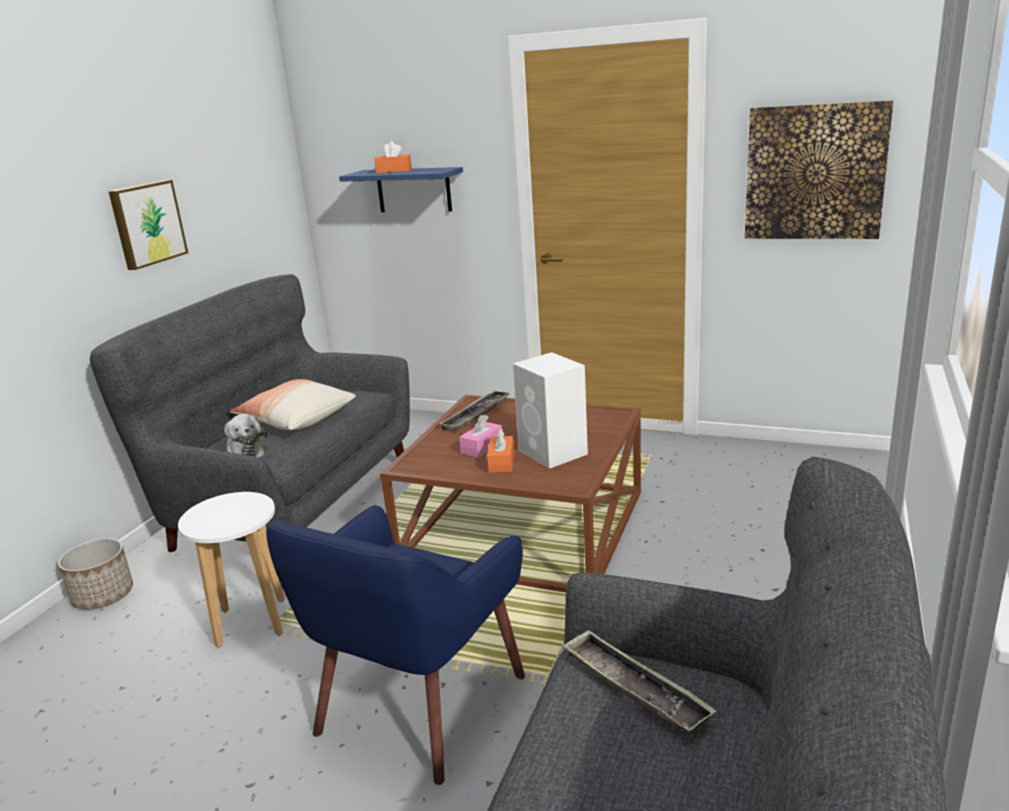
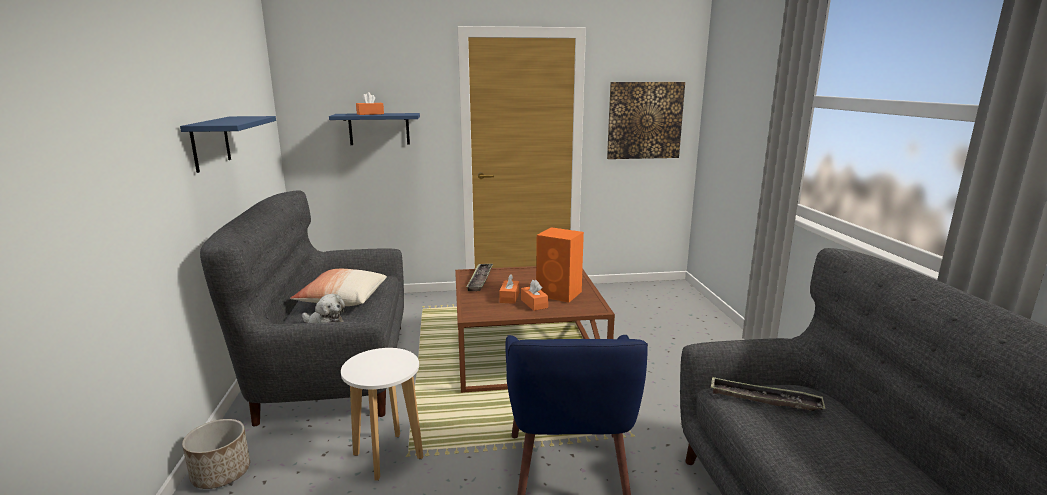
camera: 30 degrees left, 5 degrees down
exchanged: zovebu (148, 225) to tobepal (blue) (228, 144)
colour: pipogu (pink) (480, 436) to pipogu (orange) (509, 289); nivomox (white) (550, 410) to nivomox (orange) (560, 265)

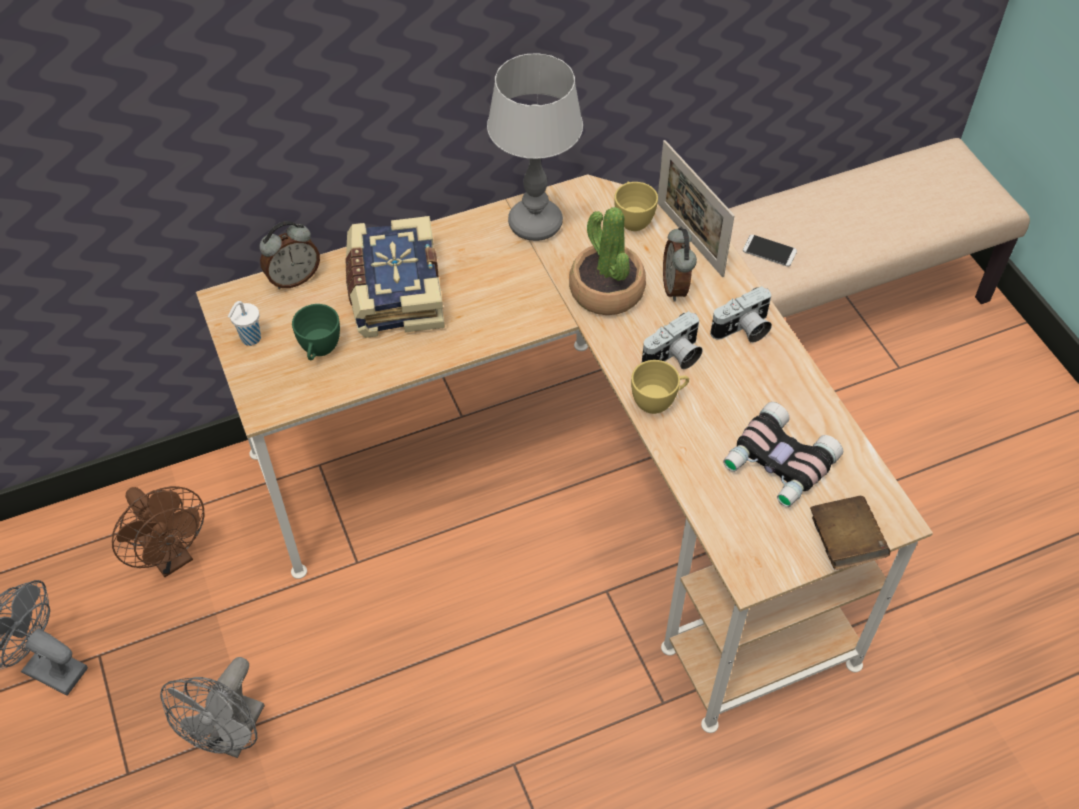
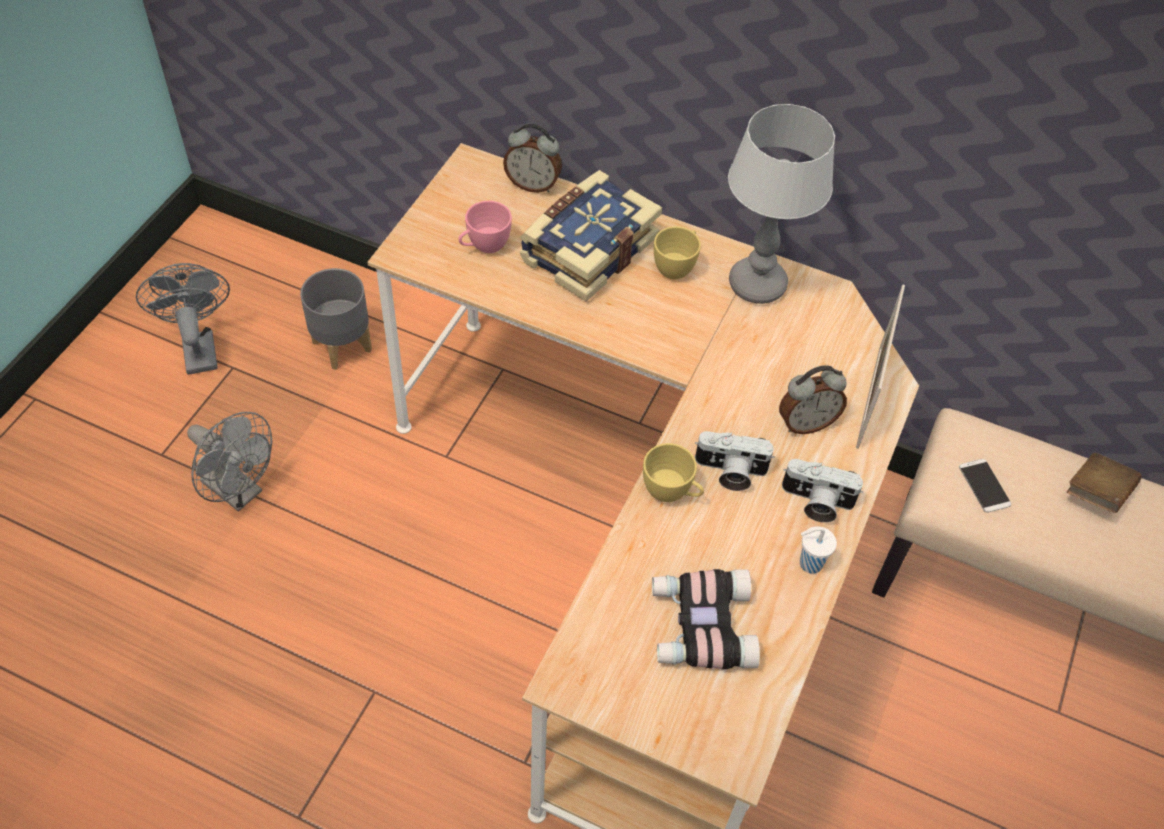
camera: 45 degrees right, 0 degrees up
missing: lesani (607, 261)
relocated: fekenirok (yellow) (636, 206) to (677, 252); fekenirok (white) (244, 323) to (818, 550); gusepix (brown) (850, 533) to (1104, 483)
exchanged: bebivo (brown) (158, 531) to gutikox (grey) (336, 319)
colour: fekenirok (green) (316, 332) to fekenirok (pink) (485, 227)
spun: bebivo (grey) (212, 707) = (229, 462) 120 degrees counterclockwise; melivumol (680, 264) = (813, 399) 150 degrees counterclockwise

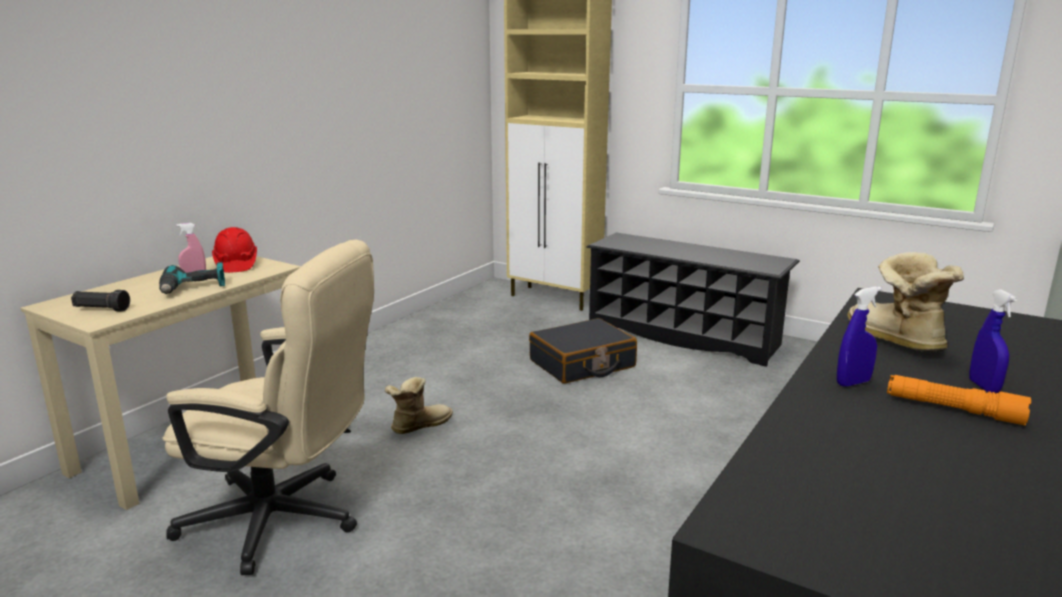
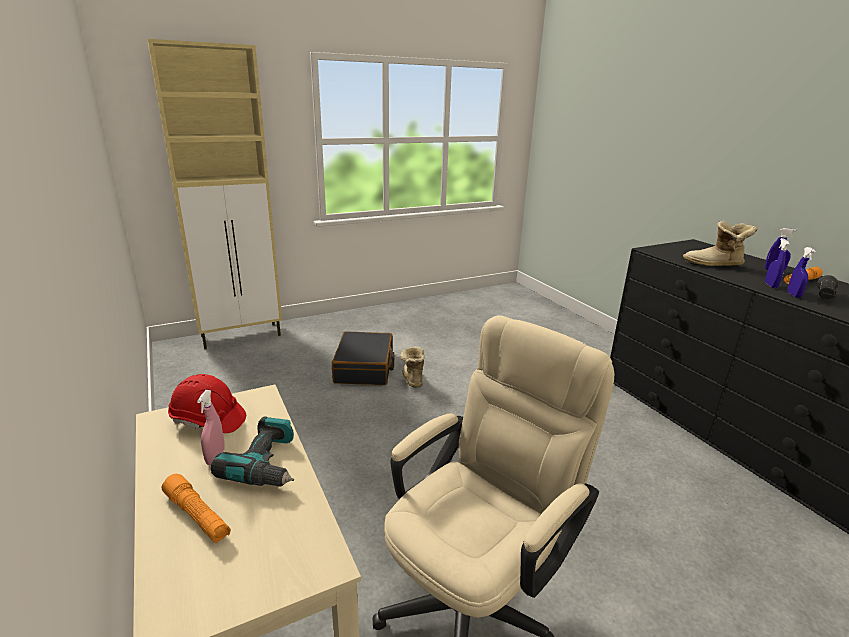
camera: 60 degrees left, 5 degrees up
missing: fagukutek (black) (693, 300)
appeared: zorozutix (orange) (196, 508); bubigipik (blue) (801, 272)
relocated: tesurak (419, 405) to (412, 366); zorozutix (black) (100, 301) to (827, 287)

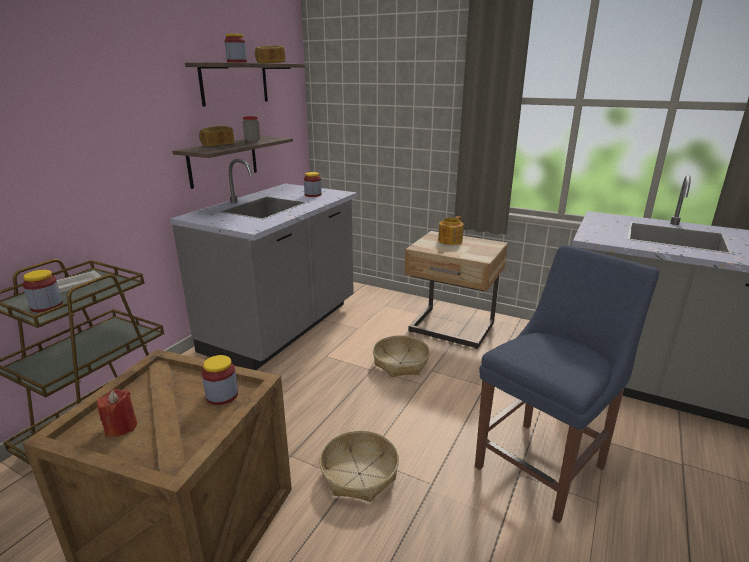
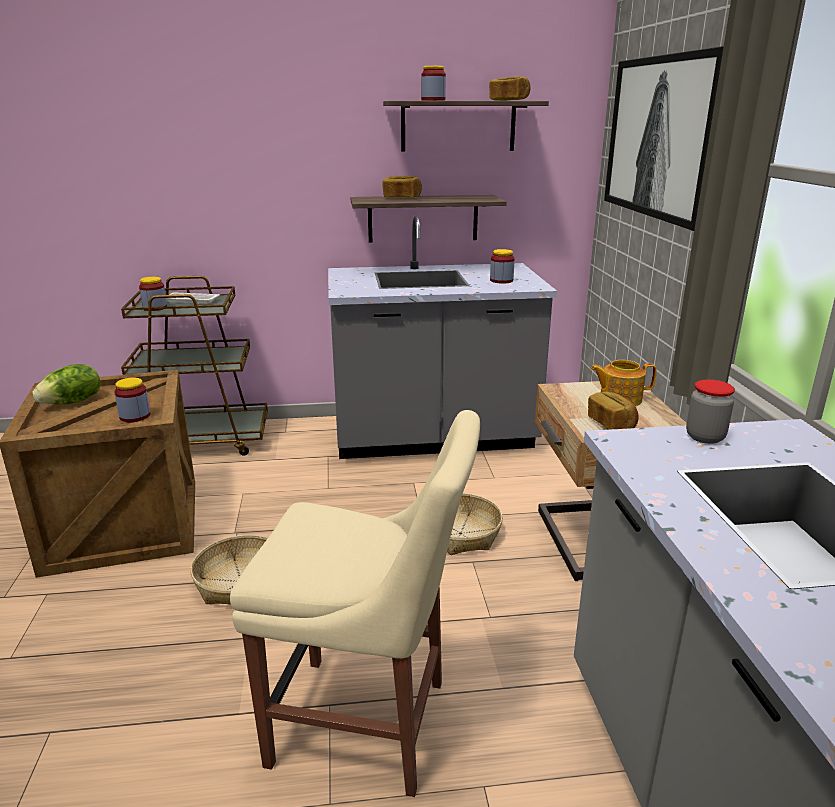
camera: 55 degrees right, 0 degrees up
appeared: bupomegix (613, 410); zovebu (664, 138)
relocated: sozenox (251, 129) to (710, 412)
exchanged: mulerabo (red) (117, 413) to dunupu (67, 384)
colour: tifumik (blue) (567, 384) to tifumik (beige) (355, 603)

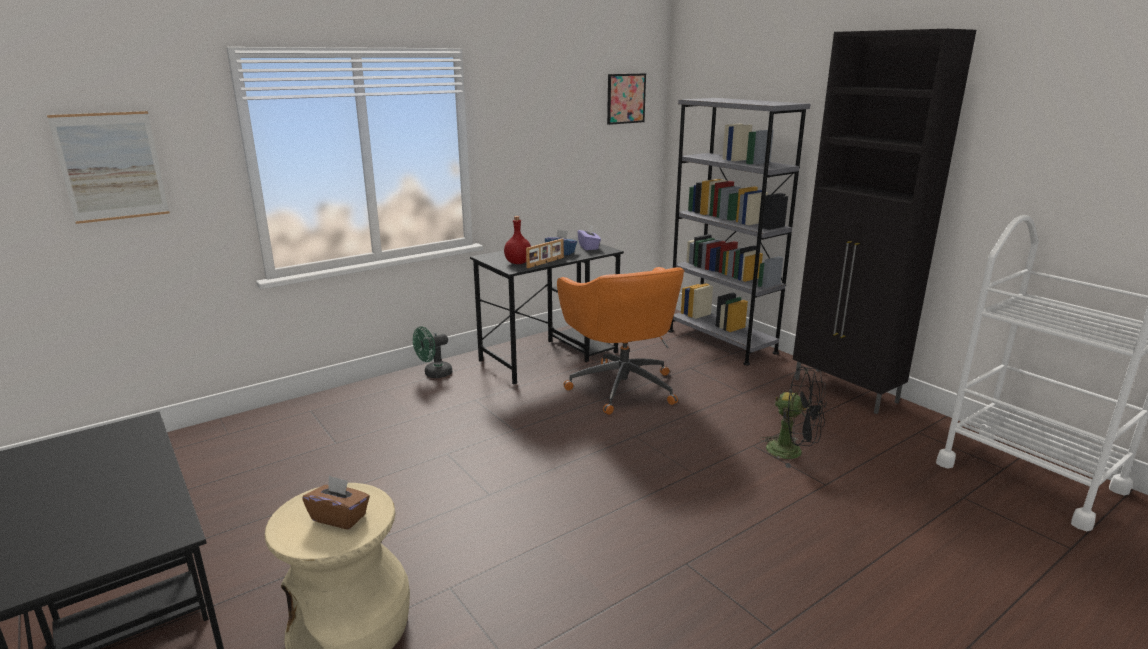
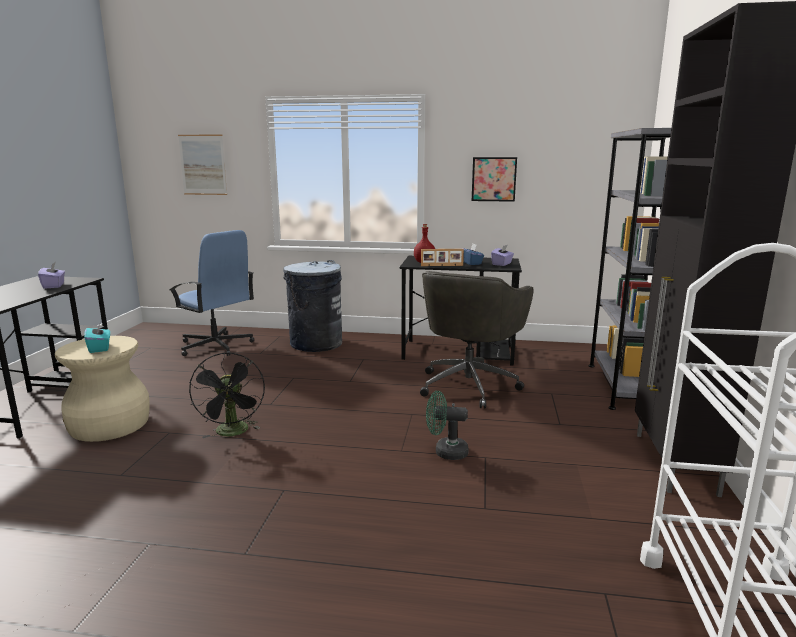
camera: 45 degrees right, 5 degrees down
appeared: pipogu (purple) (51, 276); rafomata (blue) (212, 293); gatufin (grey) (312, 306)
relocated: bebivo (black) (793, 417) to (227, 395); bebivo (green) (432, 352) to (447, 425); zovebu (626, 99) to (494, 179)
colour: pipogu (brown) (336, 502) to pipogu (turquoise) (97, 338); rafomata (orange) (620, 341) to rafomata (grey) (476, 340)

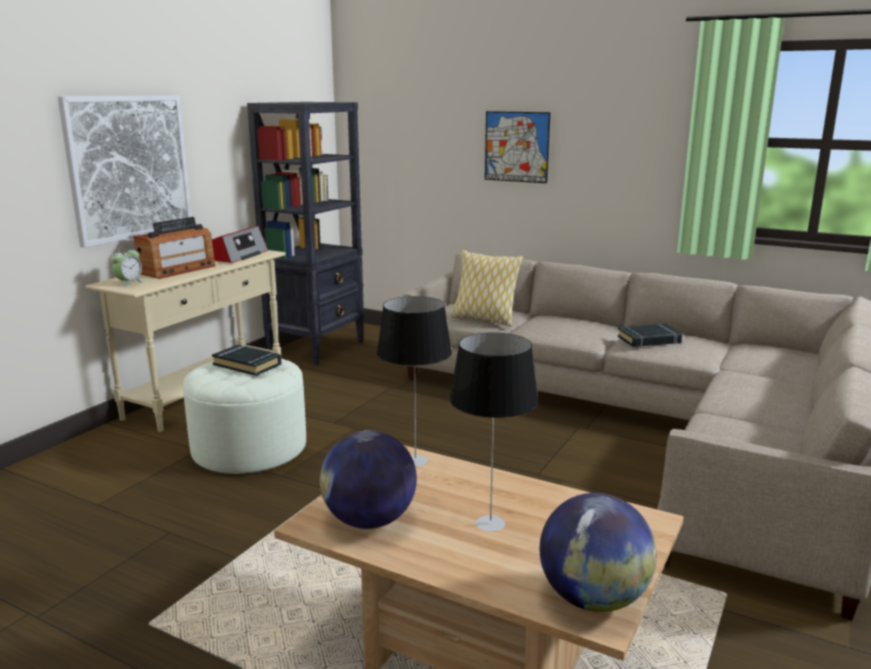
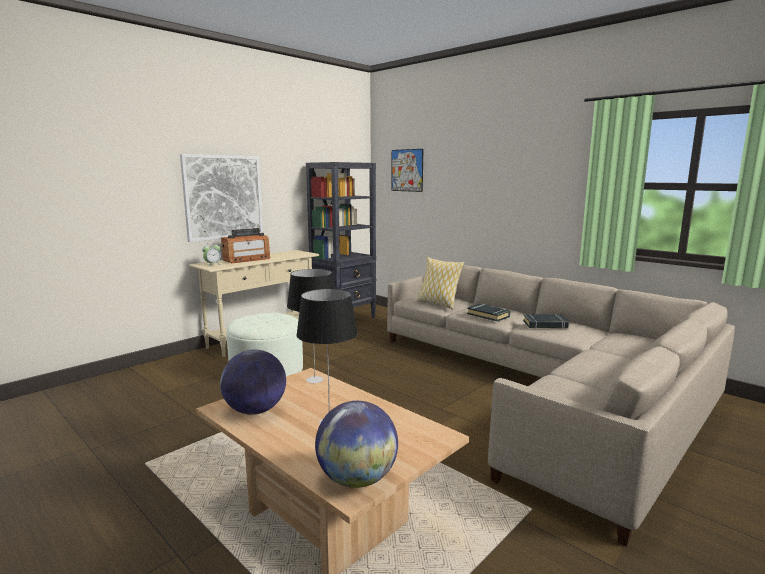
camera: 15 degrees right, 5 degrees down
missing: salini (240, 244)
relocated: zovebu (517, 147) to (407, 170); gusepix (black) (246, 360) to (488, 313)

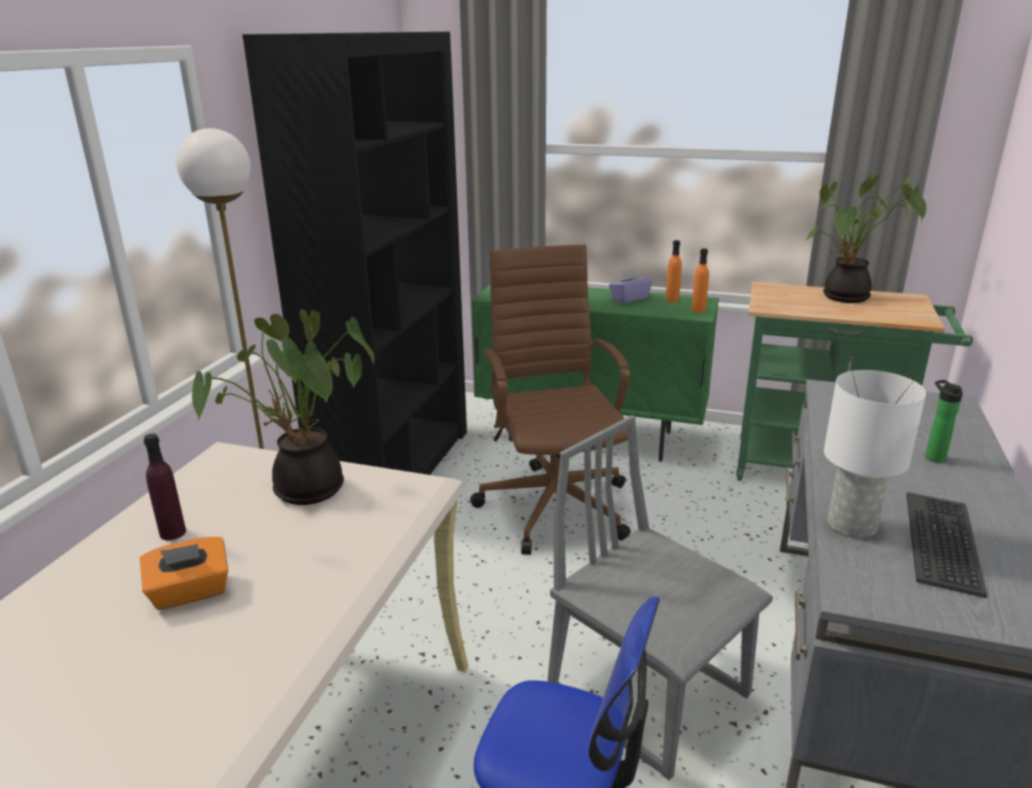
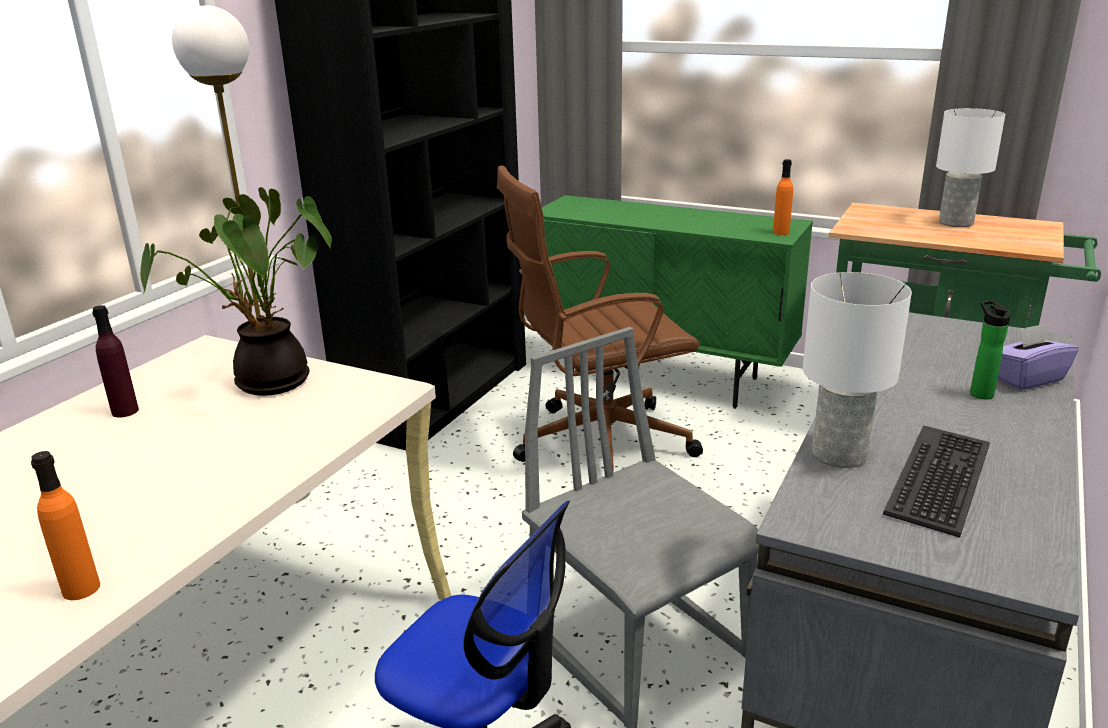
camera: 10 degrees right, 0 degrees up
missing: pipogu (orange) (184, 573)
relocated: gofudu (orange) (673, 271) to (65, 525); pipogu (purple) (631, 286) to (1038, 357)
exchanged: lesani (866, 238) to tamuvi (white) (970, 167)
spun: rafomata (brown) (550, 399) = (600, 317) 105 degrees counterclockwise

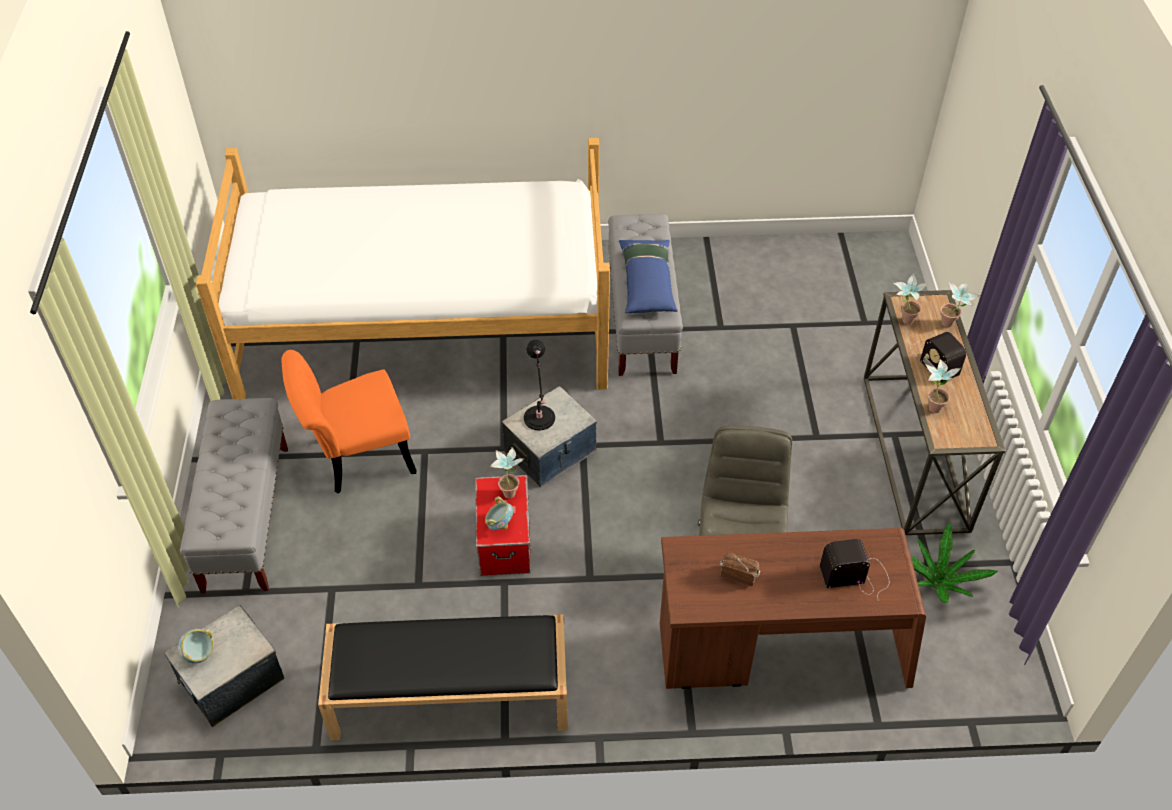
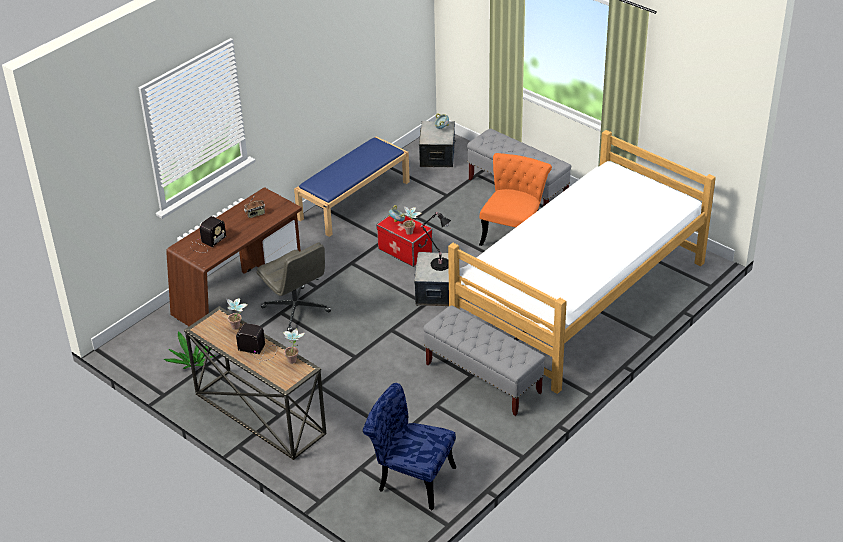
camera: 135 degrees right, 10 degrees down
missing: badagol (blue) (648, 277); lesani (961, 304)
appeared: tifumik (blue) (409, 446)
colour: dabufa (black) (443, 677) to dabufa (blue) (352, 186)

